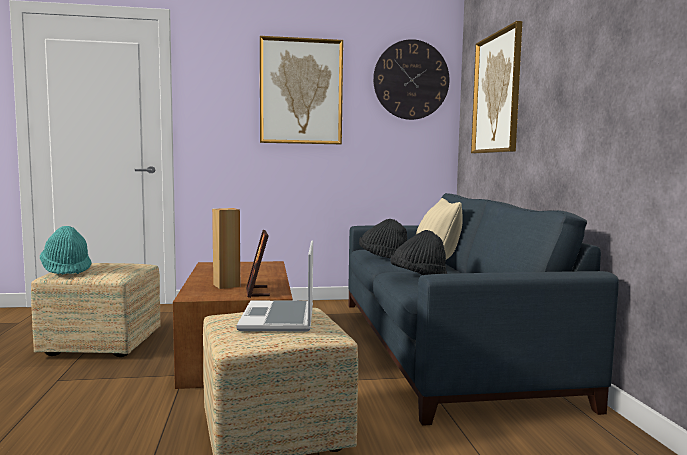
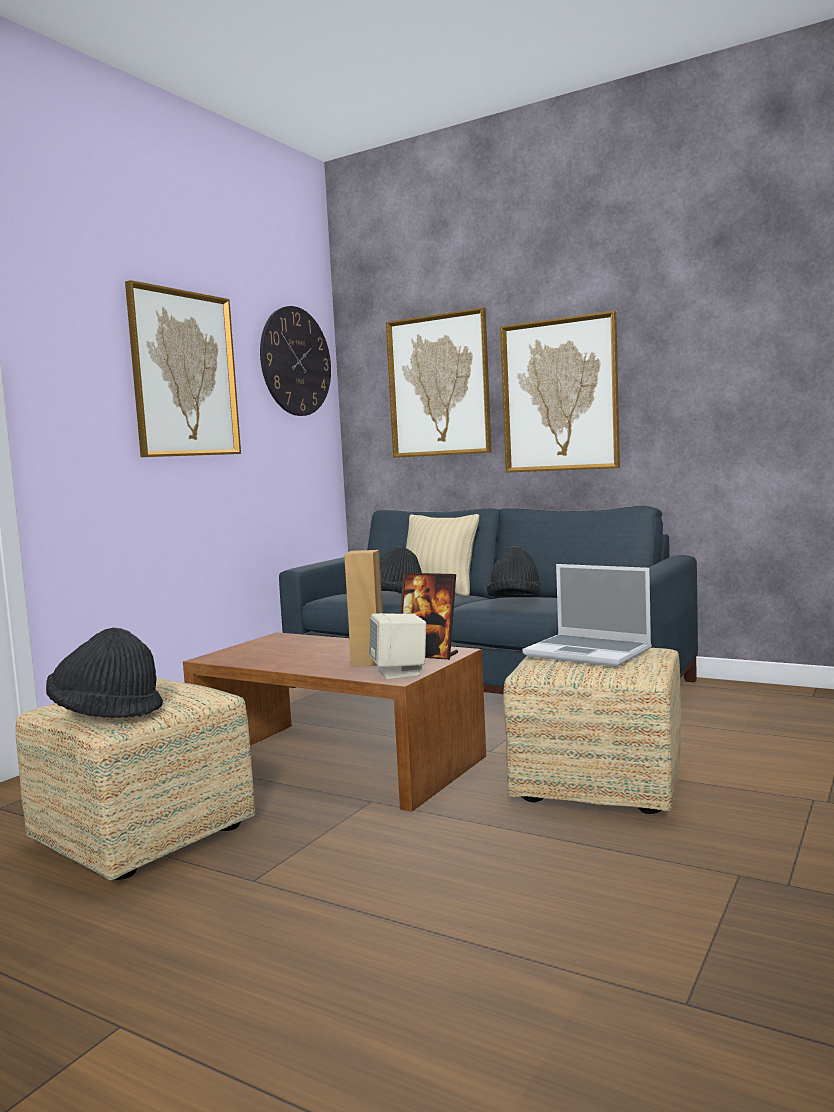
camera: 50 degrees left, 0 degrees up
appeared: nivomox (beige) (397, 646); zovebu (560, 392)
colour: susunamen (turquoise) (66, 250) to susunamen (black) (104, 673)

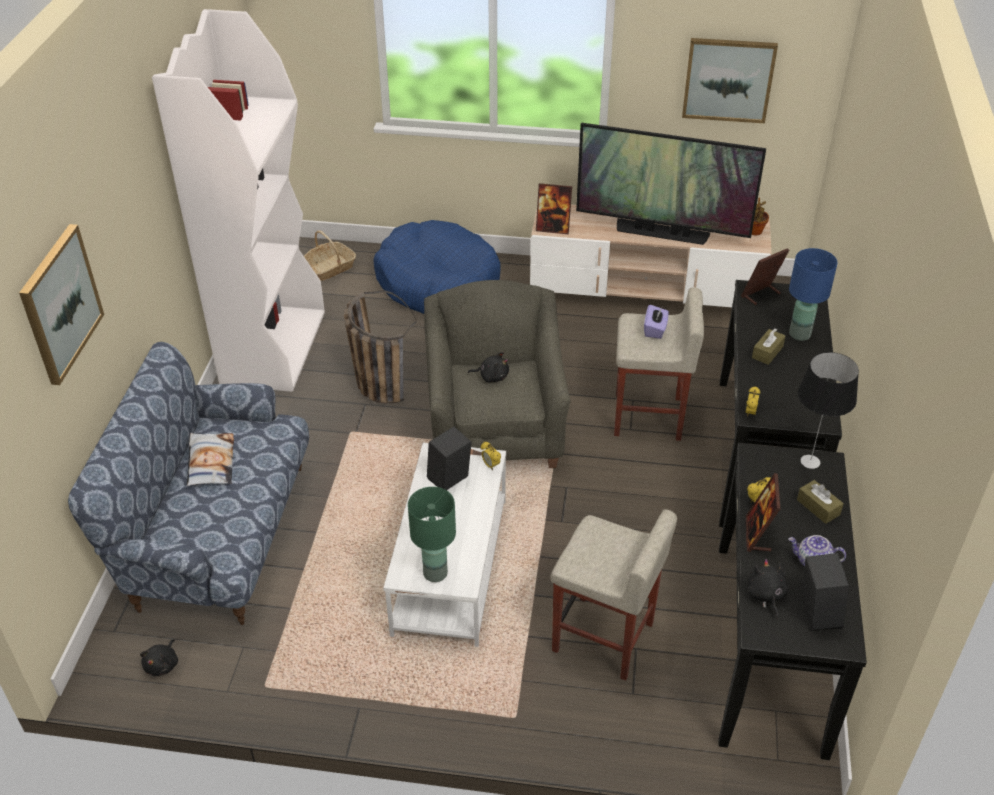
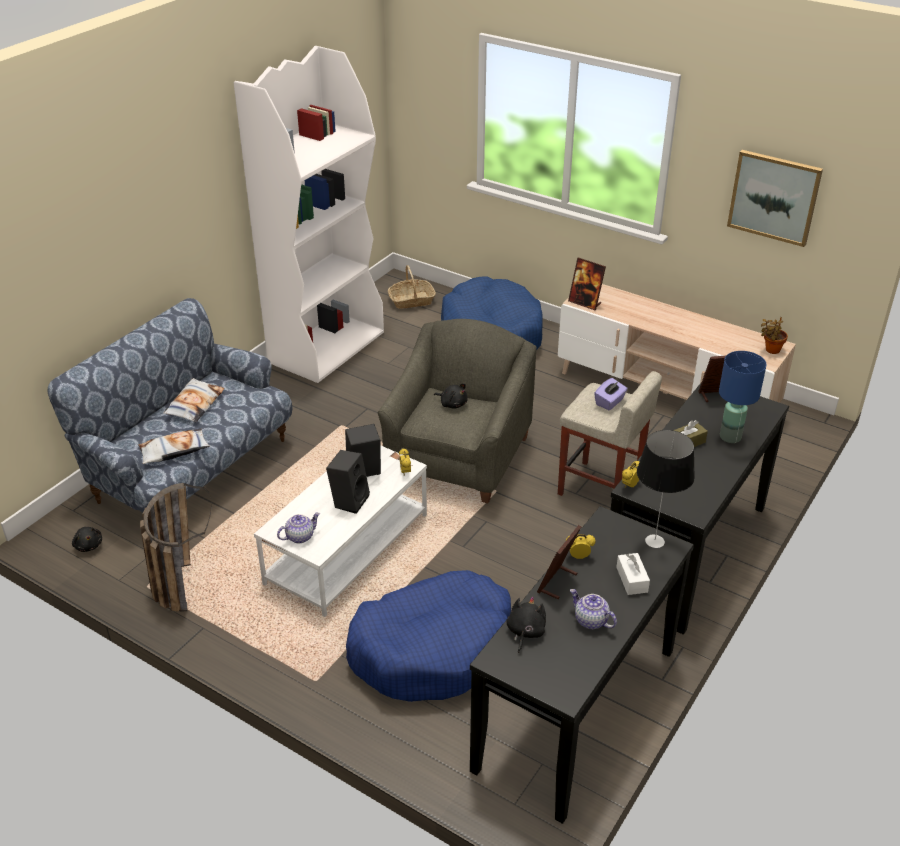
camera: 25 degrees right, 5 degrees down
missing: zovebu (61, 304); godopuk (671, 184)
appeared: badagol (174, 446)
relocated: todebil (380, 347) to (176, 547); nivomox (black) (825, 591) to (348, 482)
exchanged: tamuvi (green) (432, 534) to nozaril (298, 527); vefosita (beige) (614, 594) to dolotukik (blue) (428, 636)
colour: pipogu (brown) (820, 502) to pipogu (white) (633, 574)
spun: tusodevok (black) (159, 657) = (87, 539) 75 degrees counterclockwise

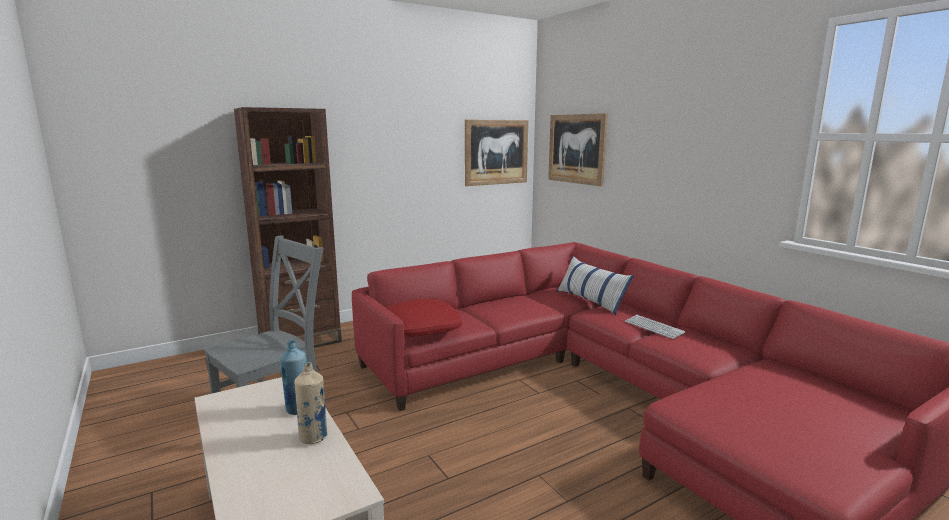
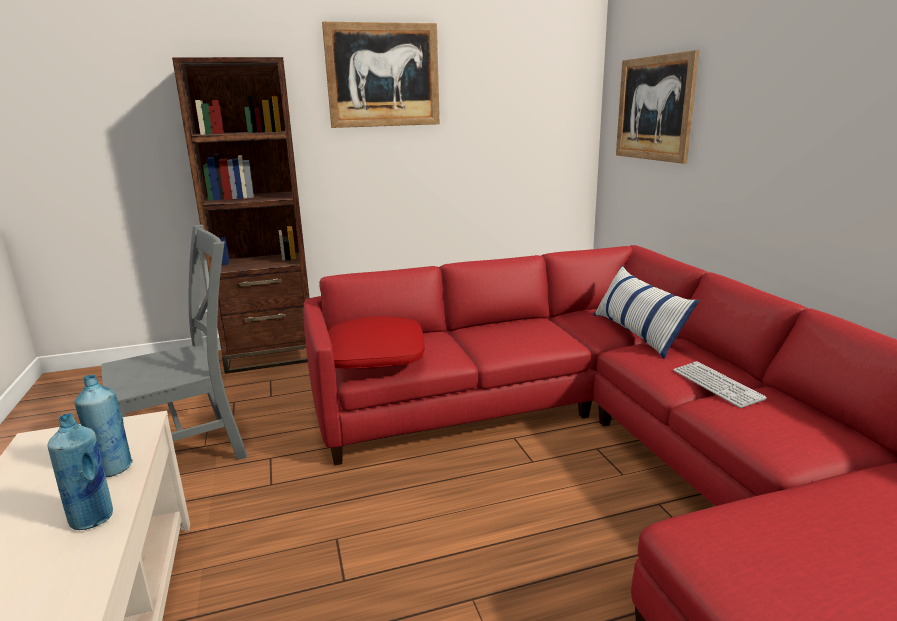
camera: 15 degrees right, 5 degrees up
relocated: zovebu (496, 153) to (381, 75)
colour: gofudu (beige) (310, 403) to gofudu (blue) (80, 471)

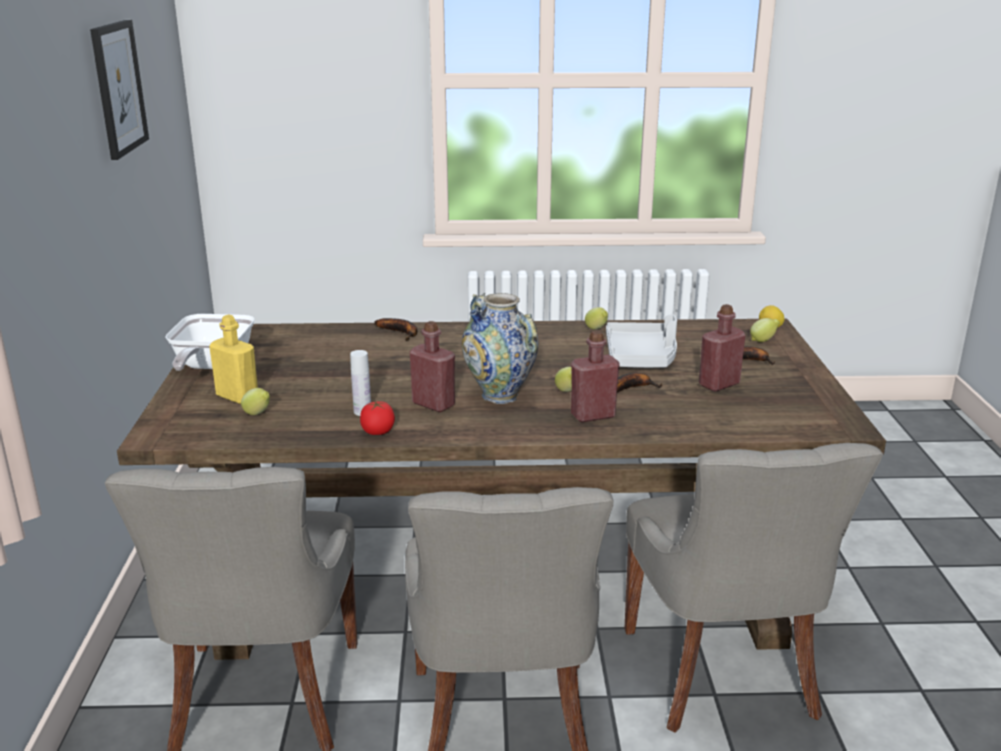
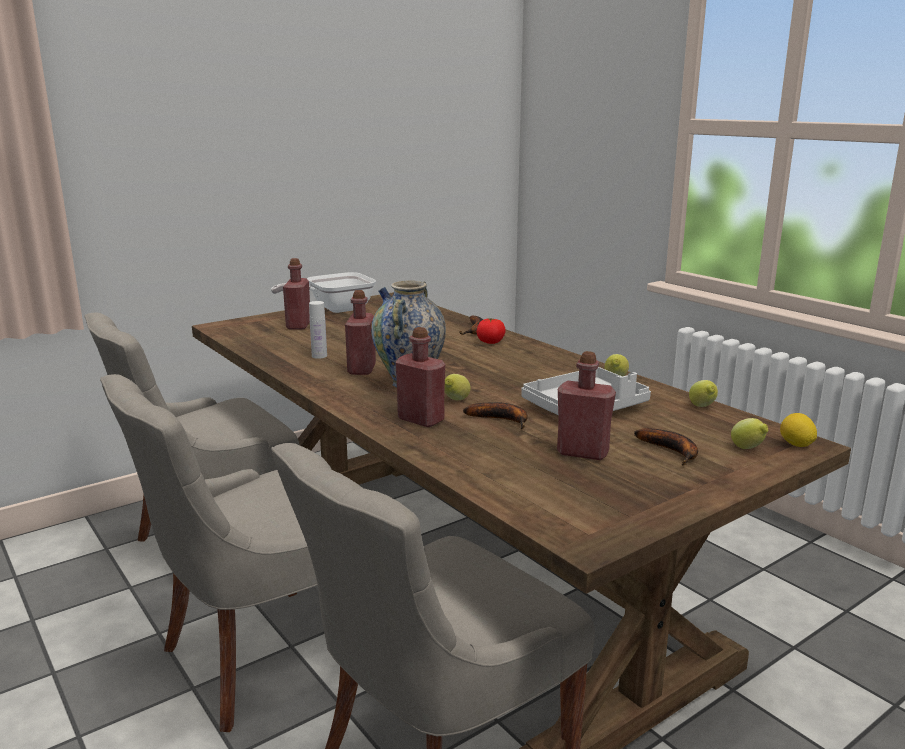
camera: 55 degrees right, 5 degrees down
missing: zovebu (119, 90)
relocated: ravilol (377, 418) to (491, 331); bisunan (255, 401) to (703, 393)
colour: gofudu (yellow) (233, 359) to gofudu (red) (296, 294)

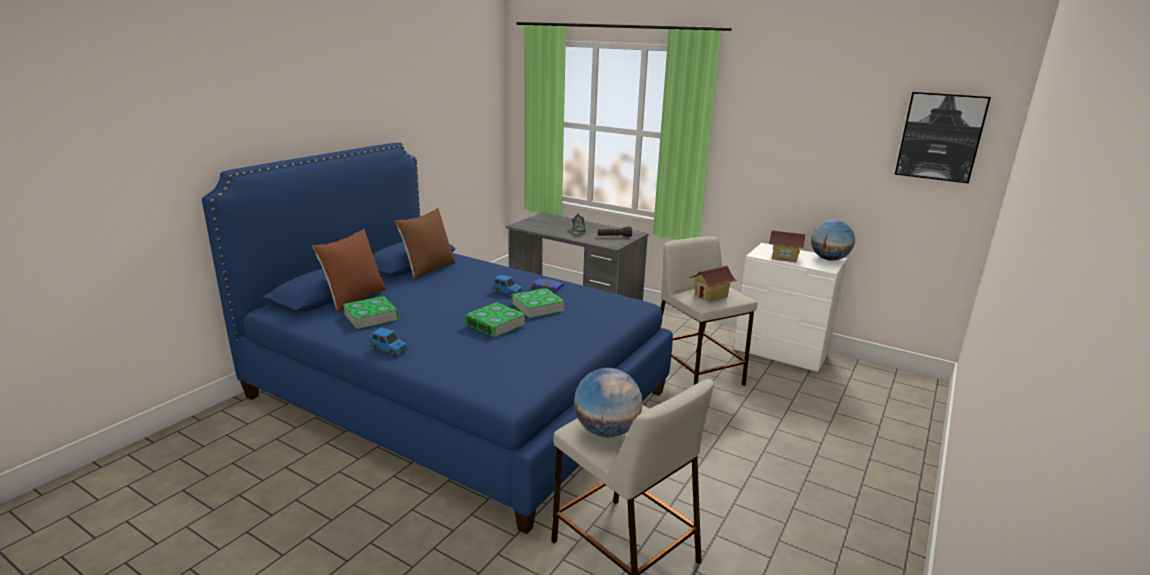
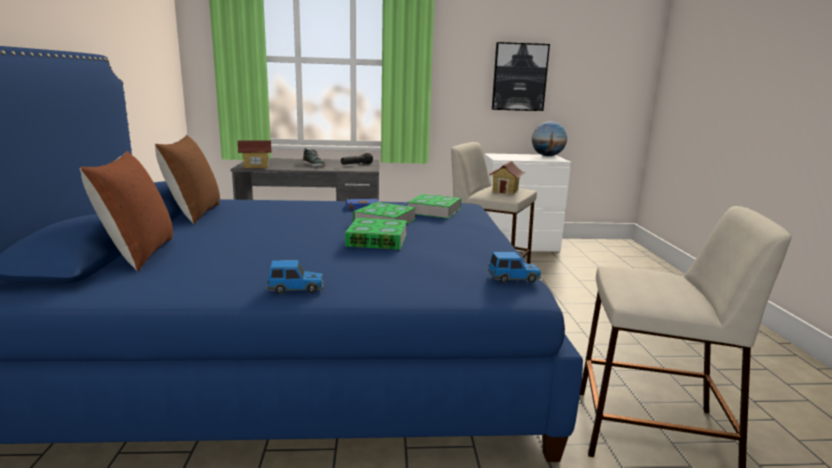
camera: 35 degrees left, 5 degrees down
missing: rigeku (608, 402)
relocated: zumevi (787, 246) to (255, 154); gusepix (371, 312) to (434, 206); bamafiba (508, 285) to (515, 267); zovebu (943, 138) to (521, 76)

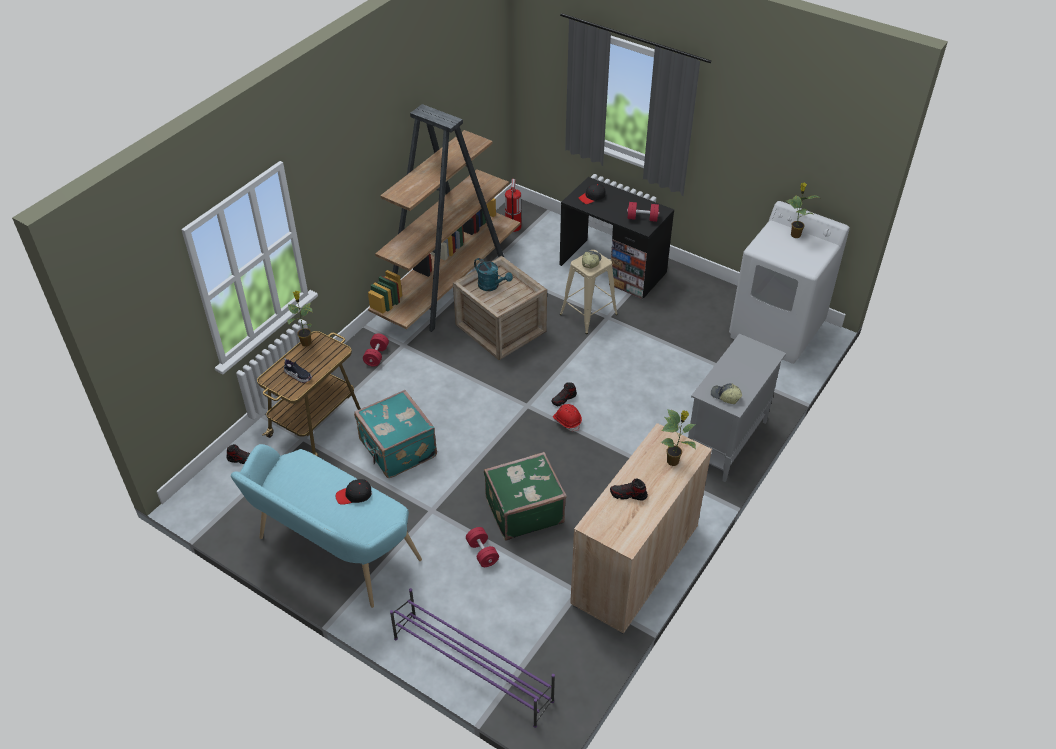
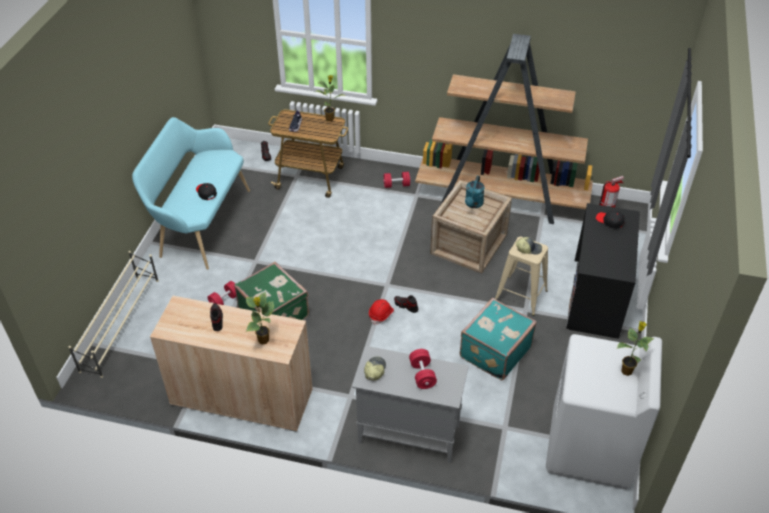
camera: 70 degrees right, 0 degrees up
relocated: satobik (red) (643, 212) to (423, 369); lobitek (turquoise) (395, 434) to (498, 339)
colour: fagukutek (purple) (472, 658) to fagukutek (beige) (114, 314)

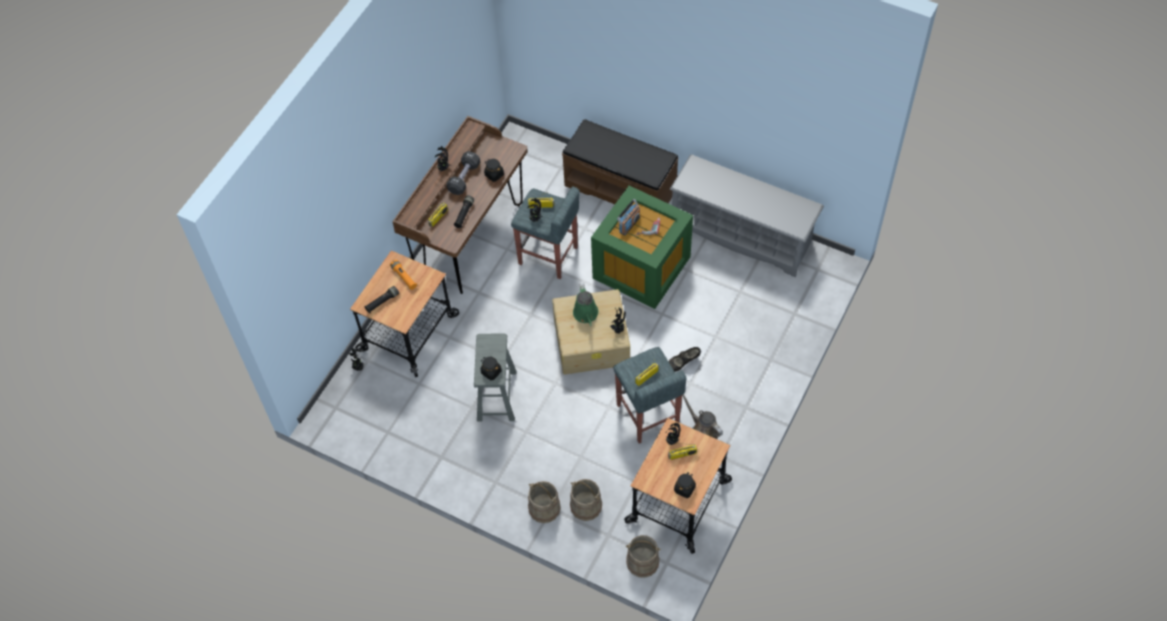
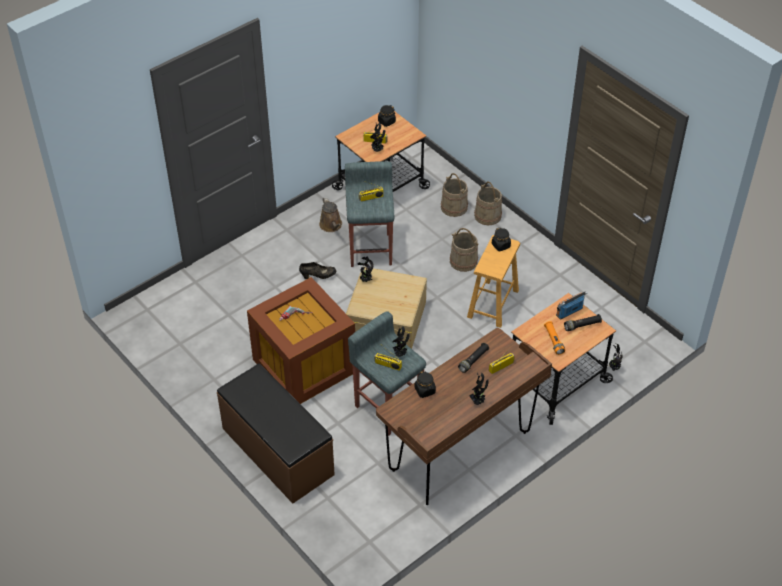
camera: 160 degrees left, 10 degrees down
missing: satobik (black) (463, 173); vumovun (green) (586, 305); fagukutek (grey) (746, 215)
relocated: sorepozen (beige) (643, 556) to (464, 250); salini (628, 217) to (571, 305)
colour: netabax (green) (642, 247) to netabax (brown) (301, 340); vefosita (grey) (495, 378) to vefosita (brown) (493, 281)

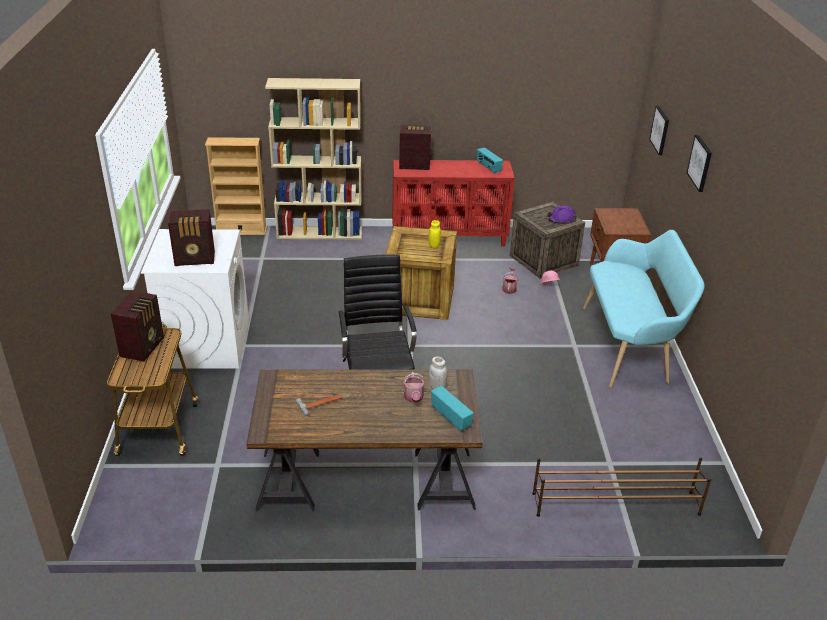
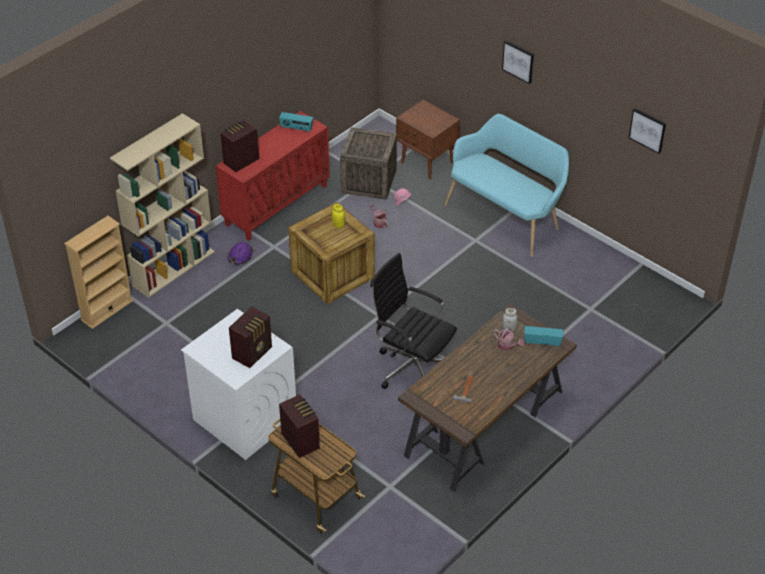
camera: 45 degrees left, 10 degrees up
missing: fagukutek (brown) (621, 487)
relocated: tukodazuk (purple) (562, 214) to (240, 253); zovebu (659, 130) to (647, 131)

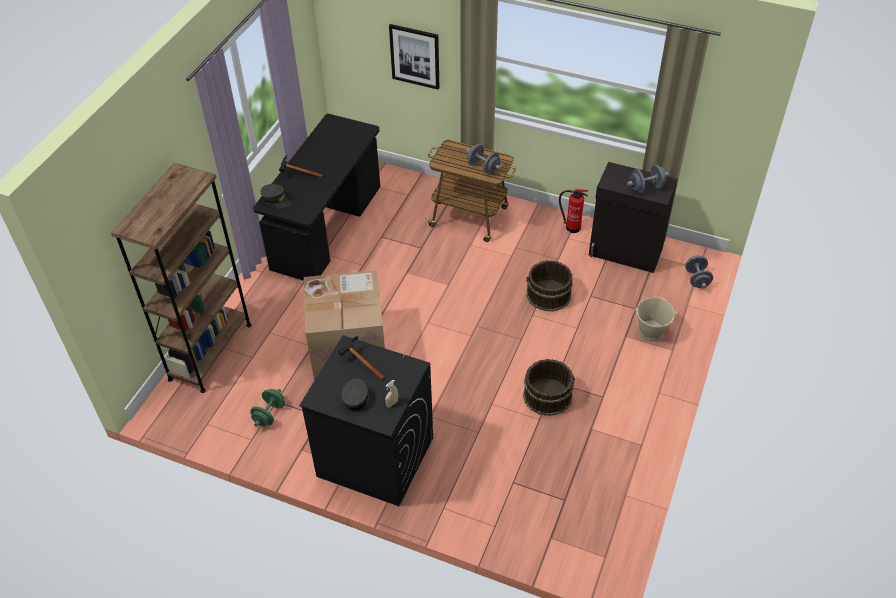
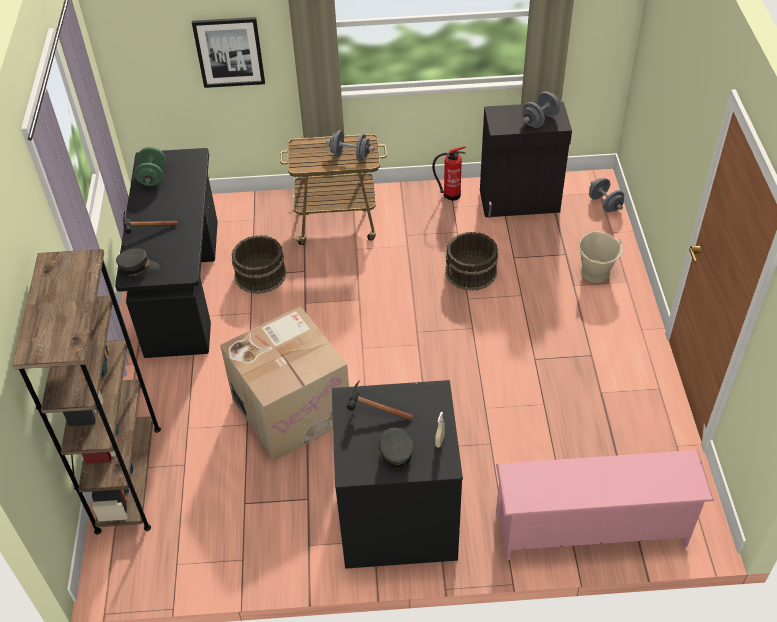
camera: 25 degrees left, 0 degrees up
appeared: fagukutek (pink) (605, 505)
relocated: satobik (green) (267, 408) to (150, 166); sorepozen (brown) (549, 387) to (259, 264)

